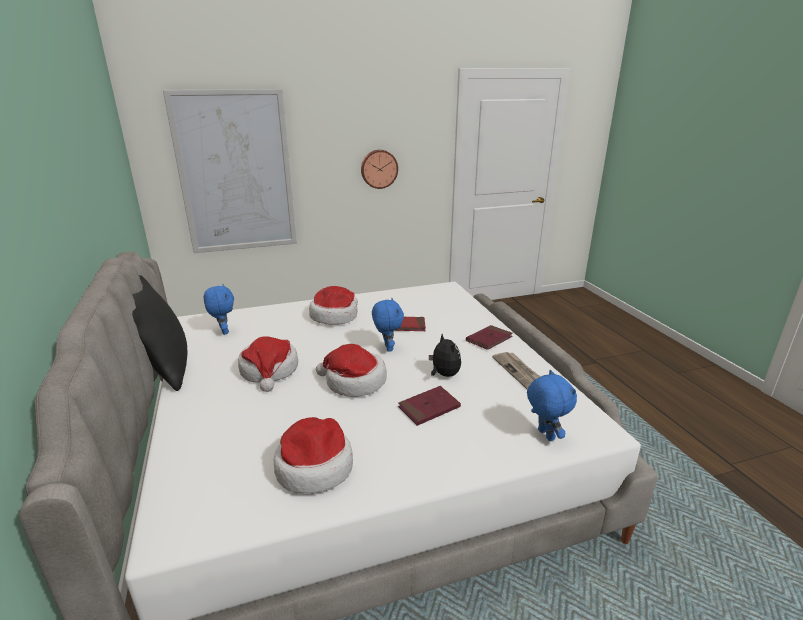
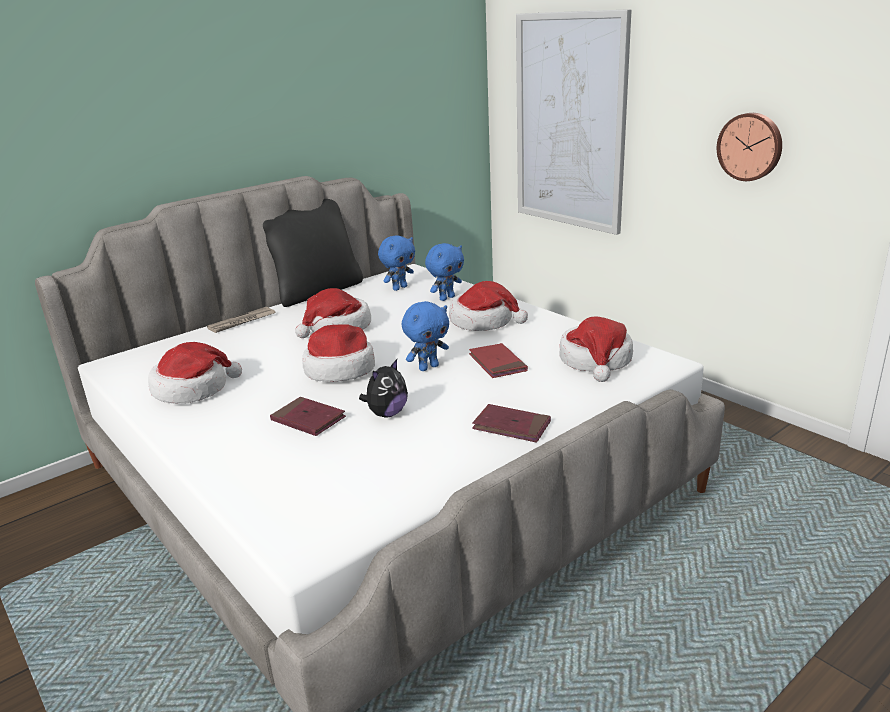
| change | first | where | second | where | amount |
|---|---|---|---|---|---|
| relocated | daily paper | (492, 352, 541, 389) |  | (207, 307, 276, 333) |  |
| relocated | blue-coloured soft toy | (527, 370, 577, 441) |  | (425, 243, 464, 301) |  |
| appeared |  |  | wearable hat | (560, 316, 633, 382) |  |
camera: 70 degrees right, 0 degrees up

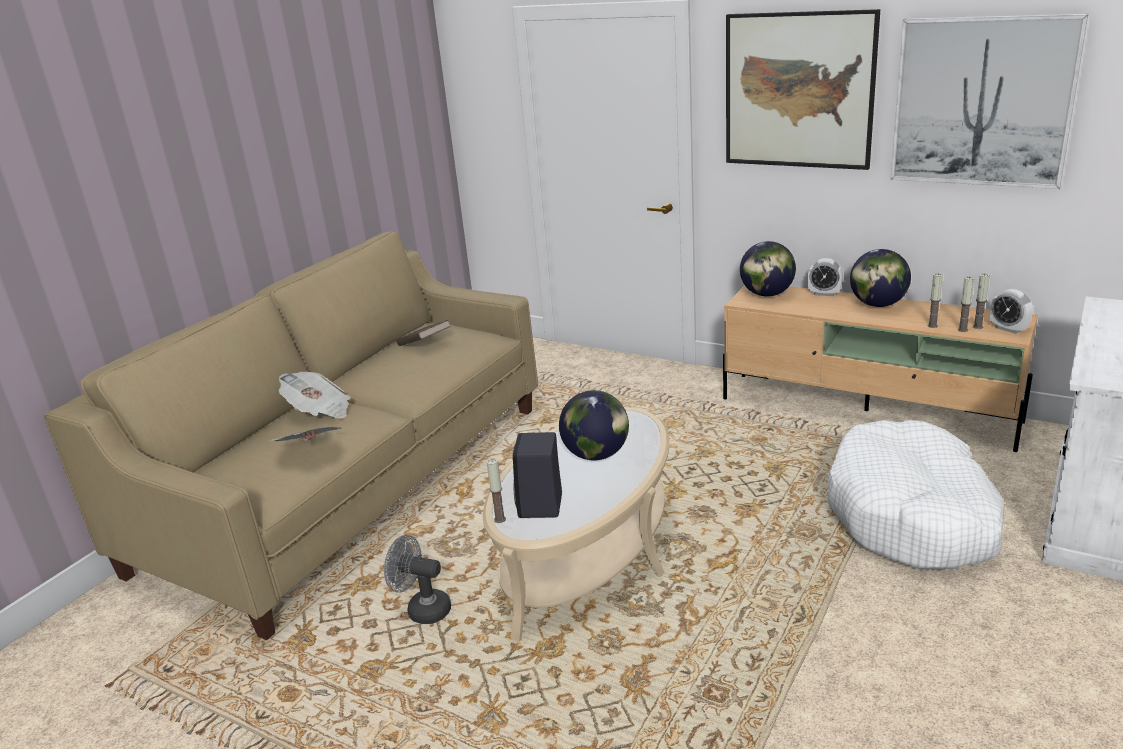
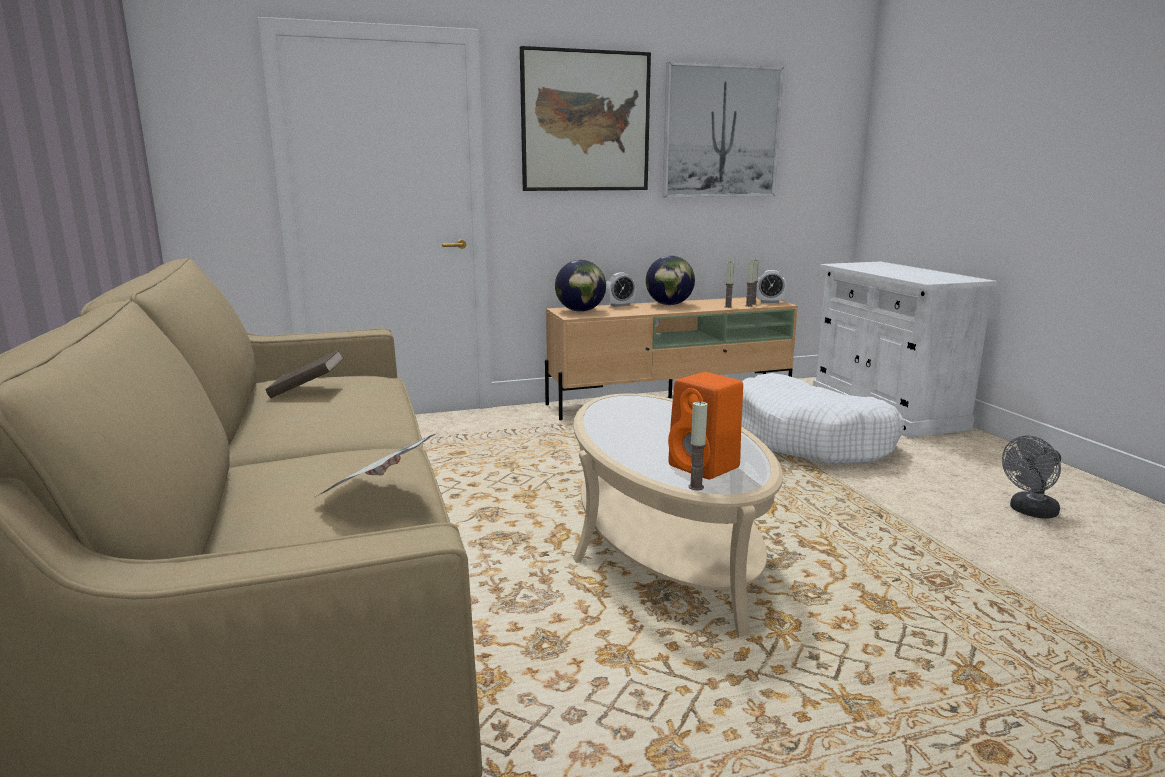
| change | first | where | second | where | amount |
|---|---|---|---|---|---|
| missing | daily paper | (279, 372, 350, 419) |  |  |  |
| missing | world globe | (559, 390, 629, 460) |  |  |  |
| colour | blackish speaker | (513, 432, 562, 518) | orange-coloured speaker | (668, 372, 743, 479) |  |
| relocated | grey cooling fan | (384, 535, 451, 624) |  | (1002, 436, 1061, 519) |  |
camera: 50 degrees left, 10 degrees down

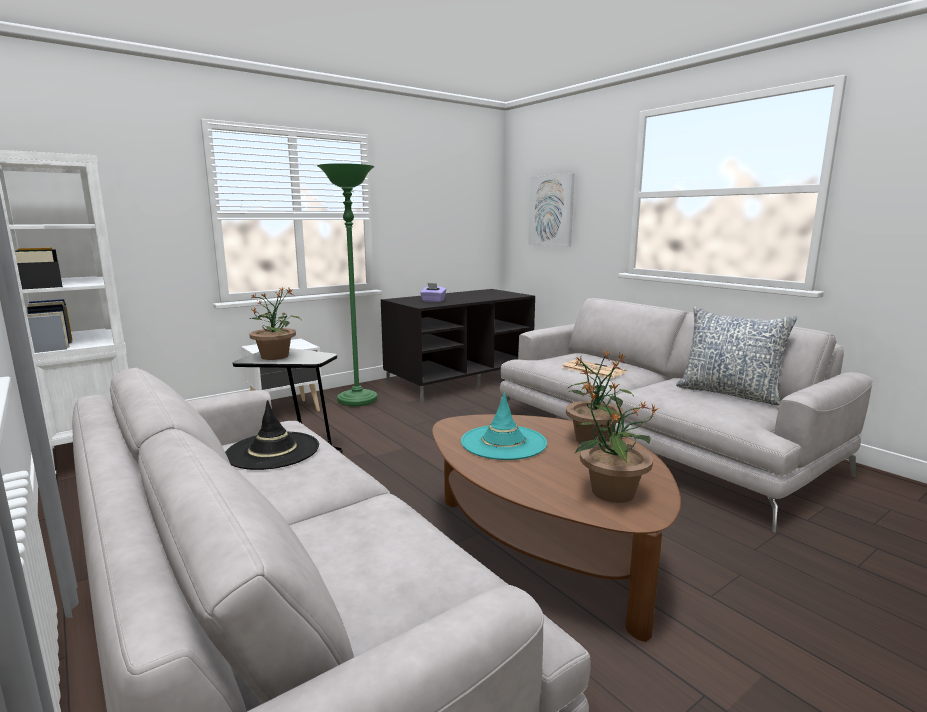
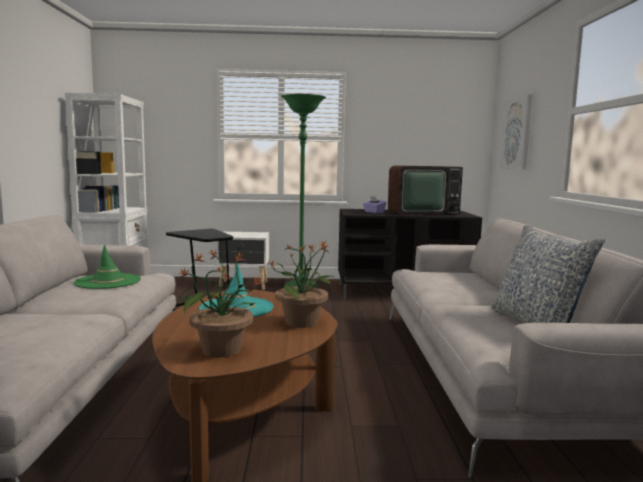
| change | first | where | second | where | amount |
|---|---|---|---|---|---|
| missing | potted plant | (250, 287, 301, 360) |  |  |  |
| missing | daily paper | (561, 360, 627, 379) |  |  |  |
| colour | blackish wearable hat | (225, 400, 319, 470) | green wearable hat | (73, 245, 141, 289) |  |
| appeared |  |  | television | (388, 165, 463, 215) |  |
camera: 35 degrees right, 5 degrees down

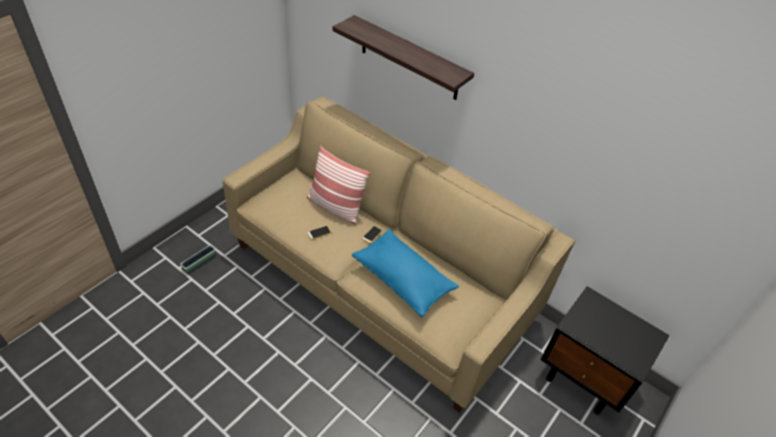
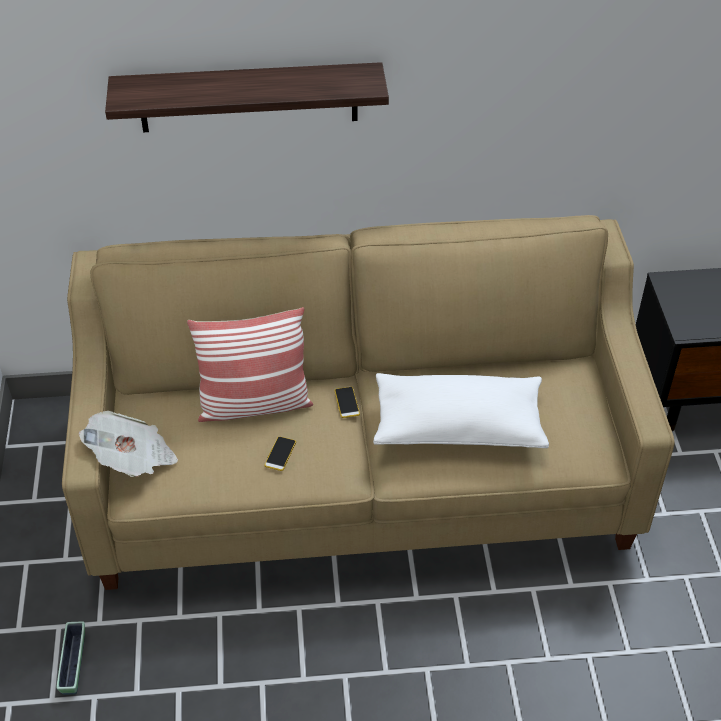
| change | first | where | second | where | amount |
|---|---|---|---|---|---|
| colour | blue-coloured cushion | (352, 229, 459, 317) | whitish cushion | (373, 373, 549, 448) |  |
| appeared |  |  | daily paper | (79, 411, 178, 477) |  |
camera: 40 degrees left, 0 degrees up

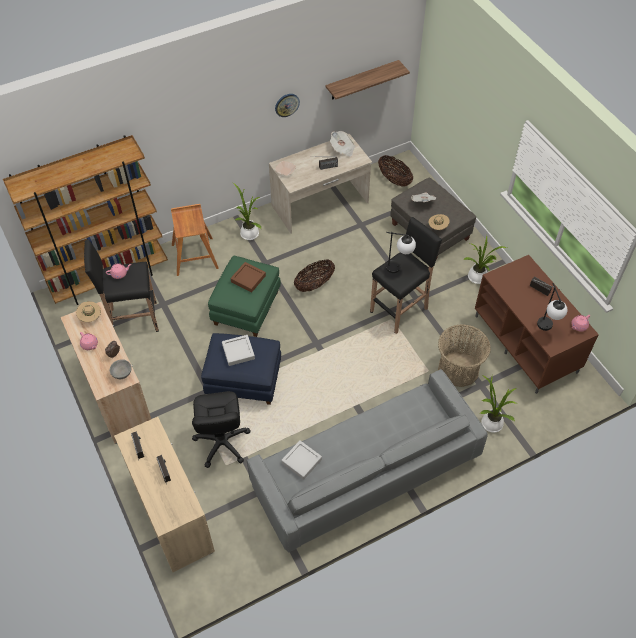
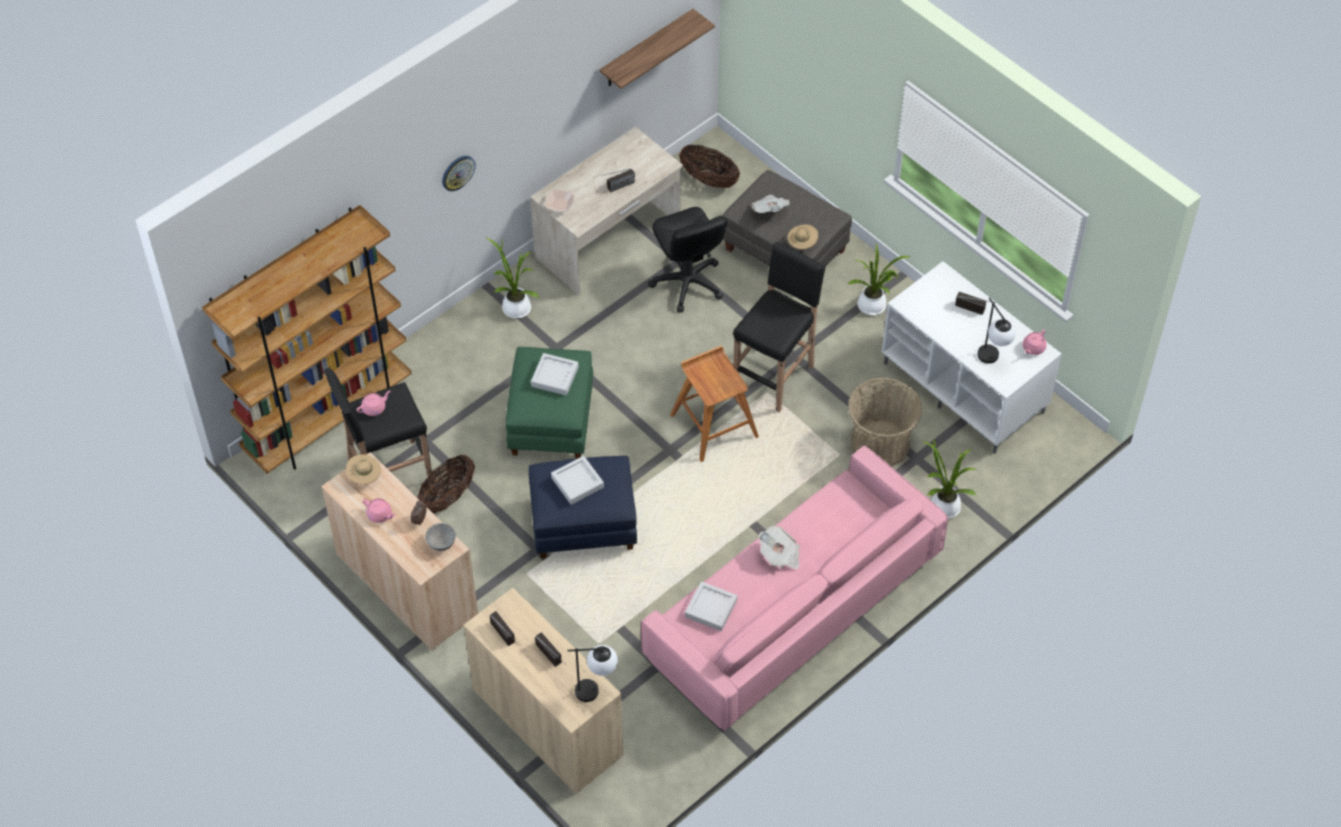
| change | first | where | second | where | amount |
|---|---|---|---|---|---|
| relocated | hanging clock | (275, 94, 300, 117) |  | (442, 156, 476, 191) |  |
| relocated | daily paper | (330, 131, 355, 157) |  | (759, 526, 800, 569) |  |
| relocated | brownish stool | (171, 204, 219, 276) |  | (670, 346, 759, 462) |  |
| relocated | table lamp | (386, 232, 416, 273) |  | (567, 645, 618, 702) |  |
| colour | brownish tv unit | (475, 255, 599, 394) | whitish tv unit | (882, 261, 1062, 454) |  |
| relocated | basket | (294, 259, 335, 292) |  | (417, 455, 475, 514) |  |
| colour | brownish serving tray | (231, 262, 266, 293) | grey serving tray | (531, 353, 579, 395) |  |
| colour | grey sofa | (247, 369, 488, 553) | pink-coloured sofa | (641, 446, 948, 731) |  |
| relocated | blackish computer chair | (192, 391, 251, 468) |  | (648, 207, 727, 313) |  |
camera: 15 degrees left, 0 degrees up

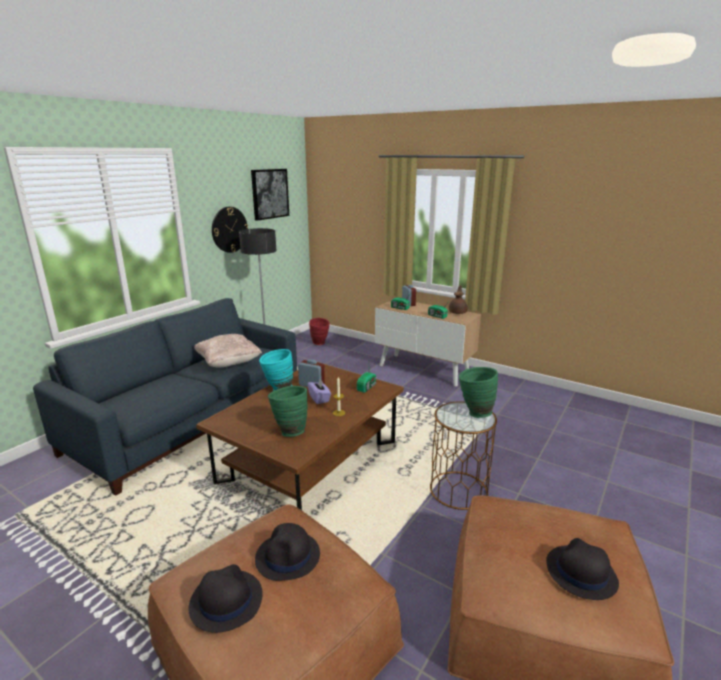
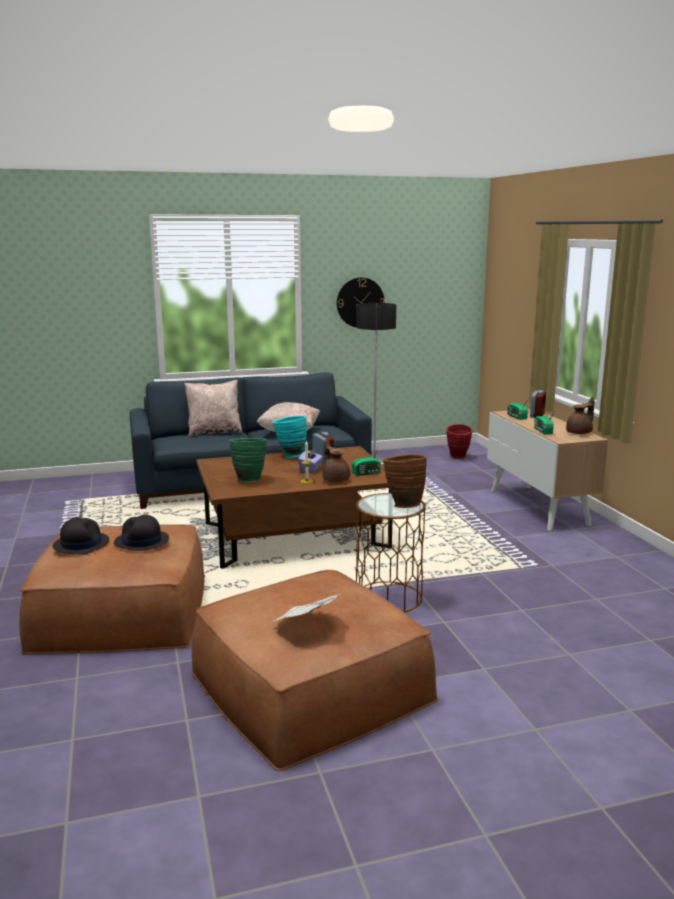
| change | first | where | second | where | amount |
|---|---|---|---|---|---|
| missing | picture | (251, 169, 289, 221) |  |  |  |
| colour | green vase | (459, 367, 498, 418) | brownish vase | (383, 454, 427, 508) |  |
| exchanged | blackish wearable hat | (546, 538, 619, 600) | daily paper | (271, 594, 339, 622) |  |
| appeared |  |  | beige cushion | (184, 380, 243, 437) |  |
| appeared |  |  | brownish teapot | (322, 439, 350, 482) |  |
camera: 40 degrees right, 5 degrees down

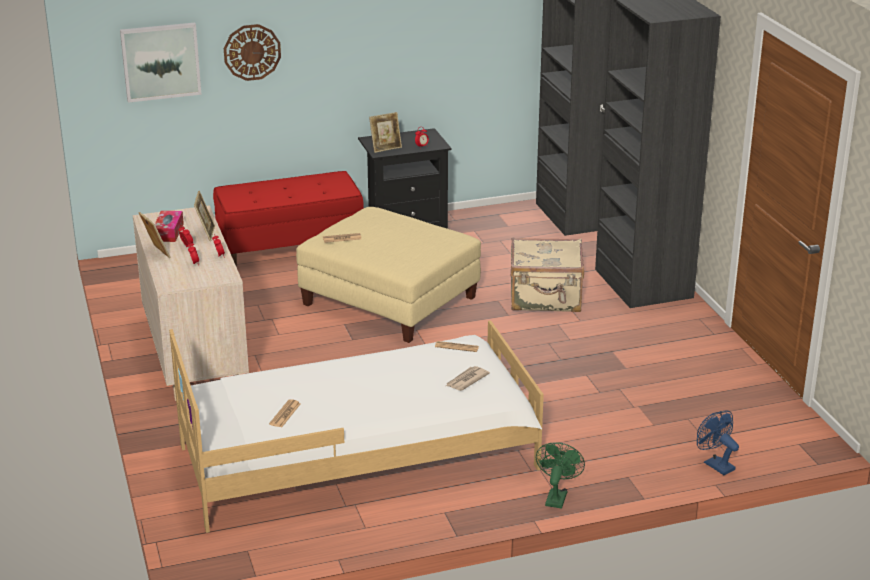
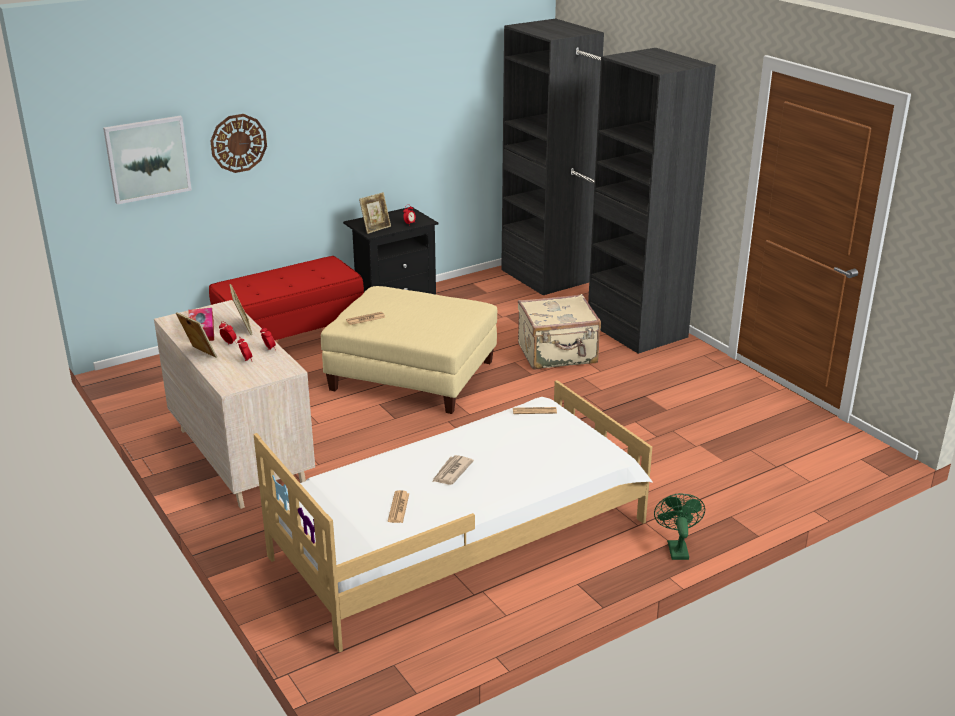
| change | first | where | second | where | amount |
|---|---|---|---|---|---|
| relocated | daily paper | (446, 366, 490, 391) |  | (432, 455, 474, 485) |  |
| missing | blue-coloured cooling fan | (697, 410, 739, 475) |  |  |  |
camera: 15 degrees left, 0 degrees up

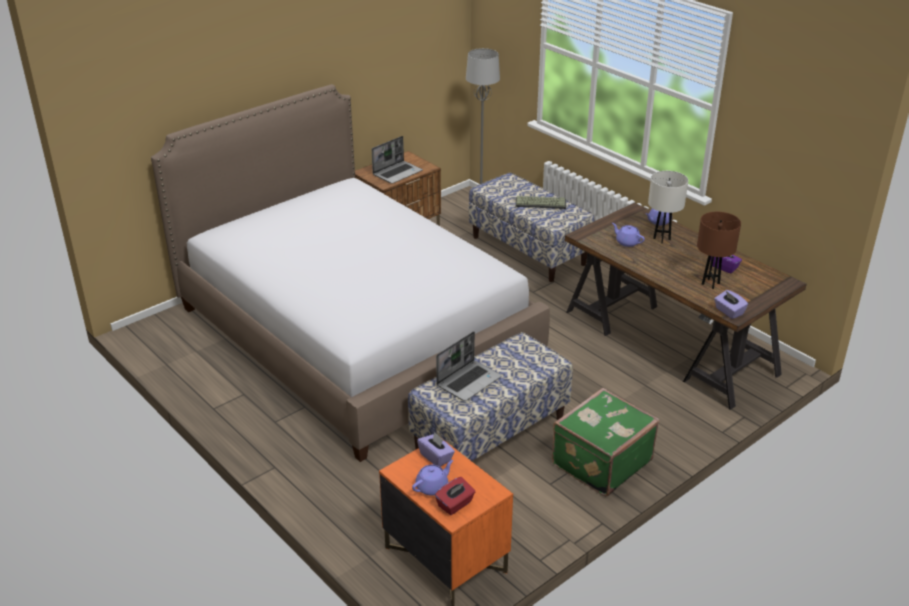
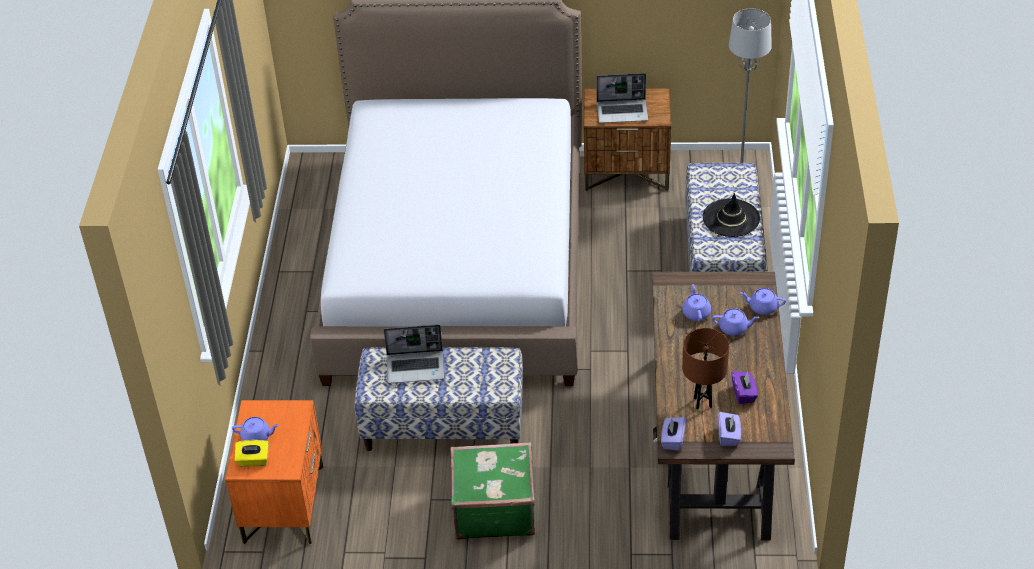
| change | first | where | second | where | amount |
|---|---|---|---|---|---|
| exchanged | whitish table lamp | (648, 171, 688, 244) | purple-coloured teapot | (712, 308, 759, 336) |  |
| exchanged | keyboard | (515, 196, 566, 209) | blackish wearable hat | (703, 193, 760, 237) |  |
| relocated | purple-coloured tissue box | (417, 432, 455, 467) |  | (718, 412, 741, 446) |  |
| colour | red tissue box | (435, 477, 475, 515) | yellowish tissue box | (235, 440, 269, 467) |  |
camera: 45 degrees right, 10 degrees up

